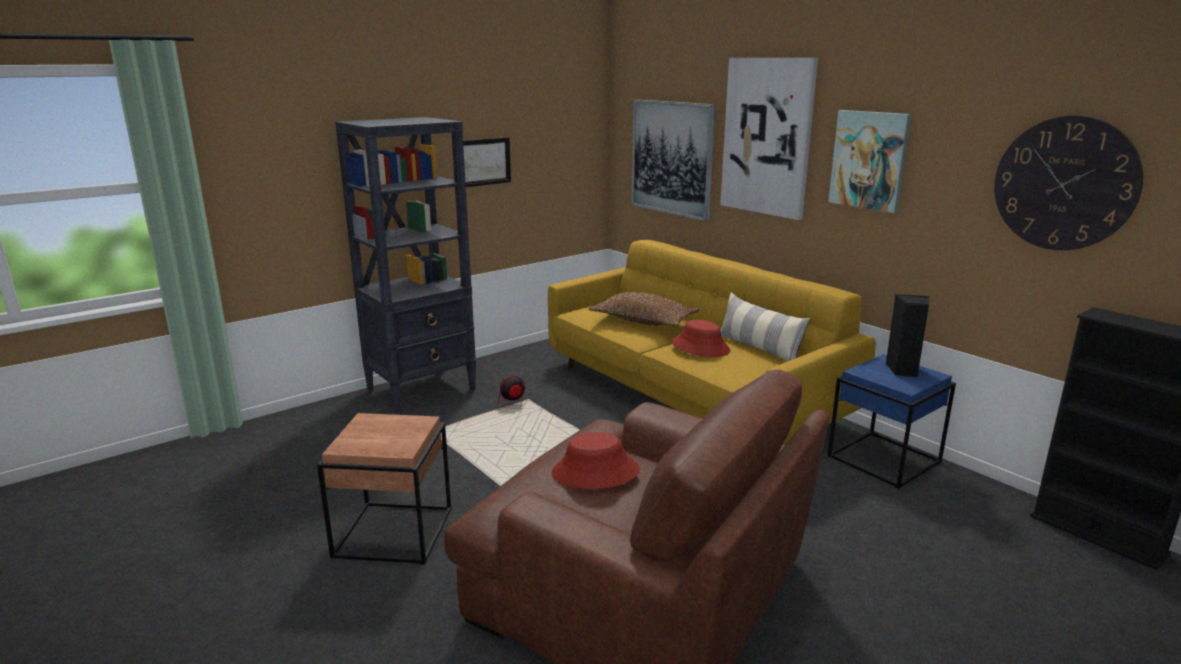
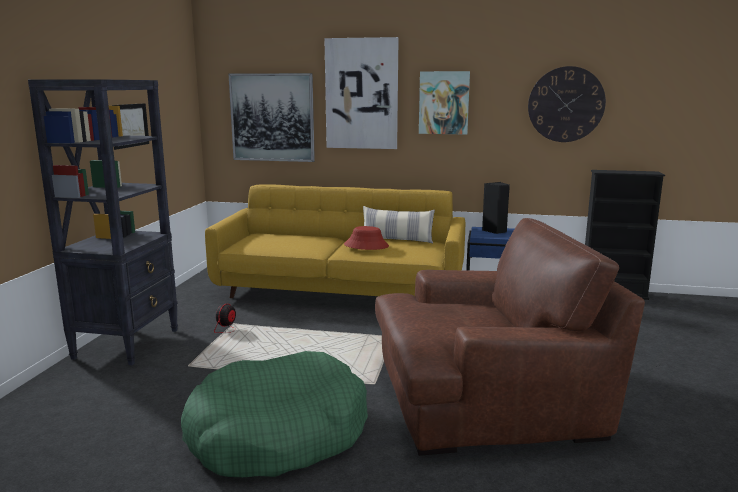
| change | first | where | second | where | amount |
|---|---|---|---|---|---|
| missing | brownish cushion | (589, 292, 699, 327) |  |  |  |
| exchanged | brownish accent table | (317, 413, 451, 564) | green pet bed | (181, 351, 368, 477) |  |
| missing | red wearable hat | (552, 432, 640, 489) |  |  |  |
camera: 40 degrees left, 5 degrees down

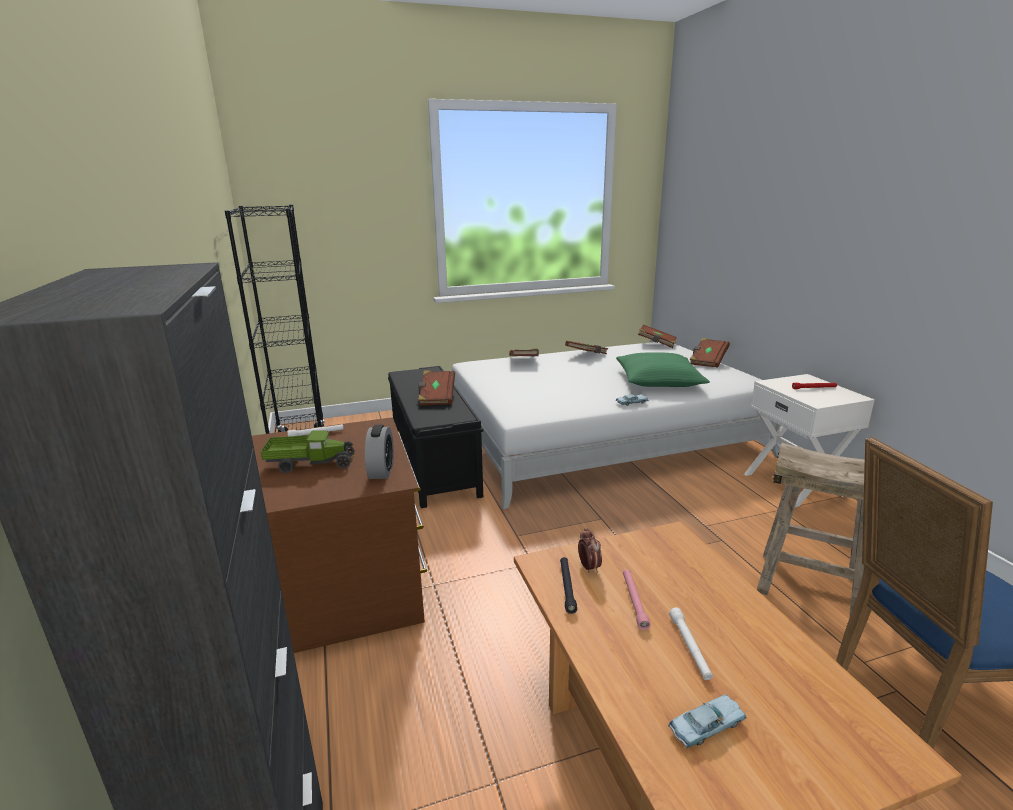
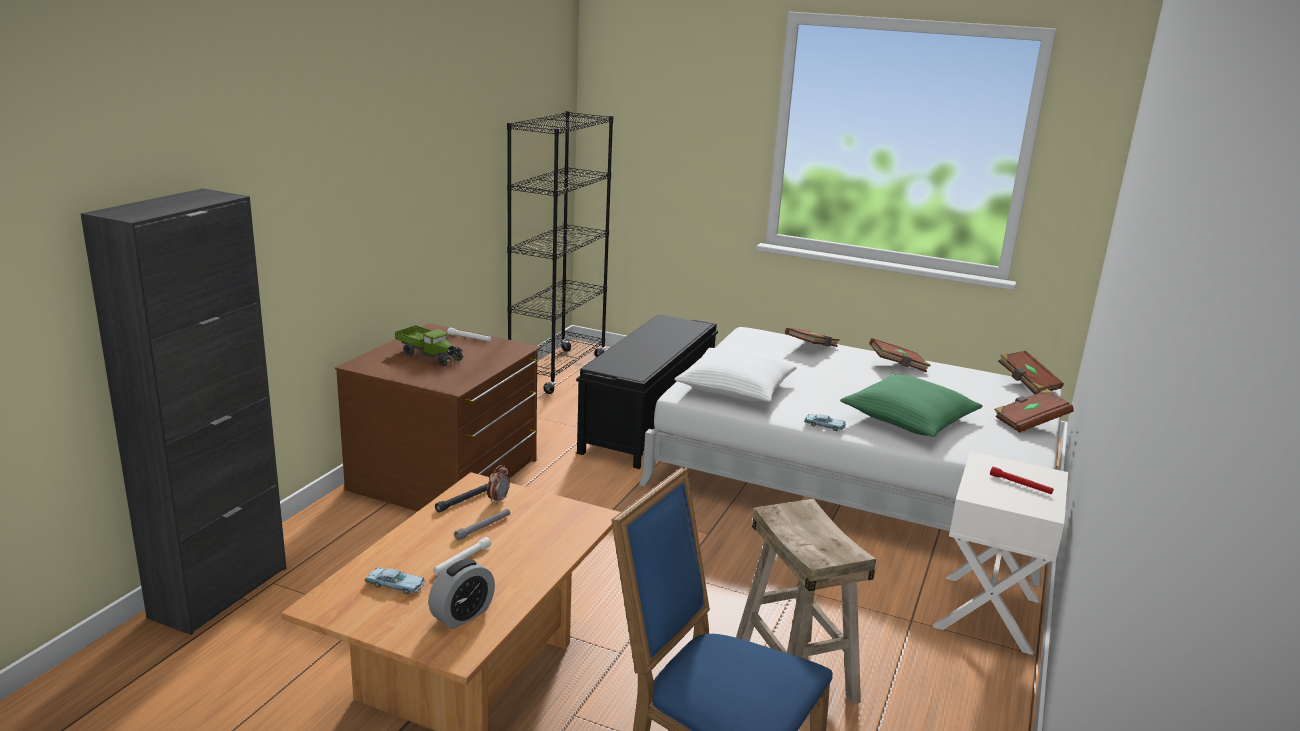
| change | first | where | second | where | amount |
|---|---|---|---|---|---|
| missing | brownish volume | (418, 370, 455, 406) |  |  |  |
| relocated | bedside clock | (365, 425, 394, 479) |  | (428, 558, 495, 629) |  |
| colour | pink-coloured torch | (623, 570, 651, 630) | grey torch | (454, 509, 510, 541) |  |
| appeared |  |  | whitish cushion | (675, 347, 797, 402) |  |
camera: 40 degrees right, 0 degrees up

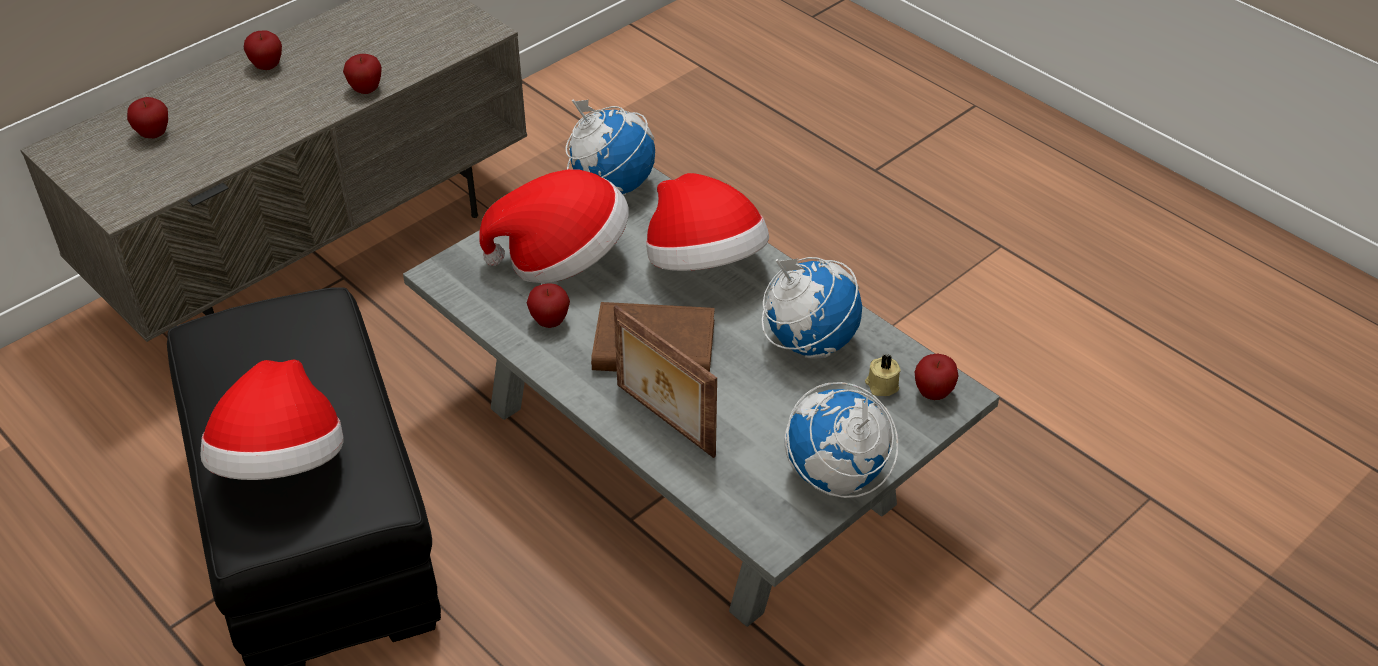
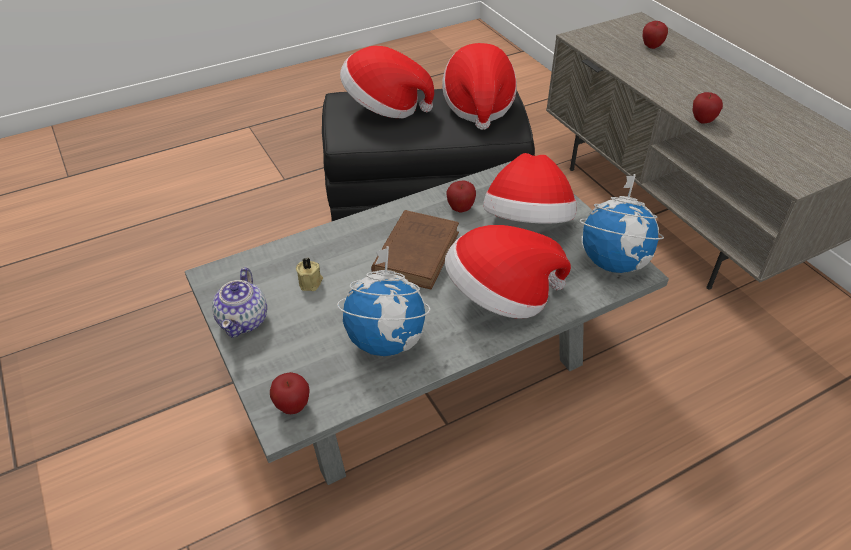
| change | first | where | second | where | amount |
|---|---|---|---|---|---|
| missing | apple fruit | (244, 30, 282, 70) |  |  |  |
| missing | picture frame | (614, 305, 717, 458) |  |  |  |
| relocated | beige candle | (865, 355, 901, 396) |  | (296, 258, 323, 291) |  |
| exchanged | world globe | (784, 382, 899, 498) | teapot | (212, 268, 267, 338) |  |
| appeared |  |  | wearable hat | (442, 43, 517, 130) |  |
camera: 105 degrees right, 0 degrees up

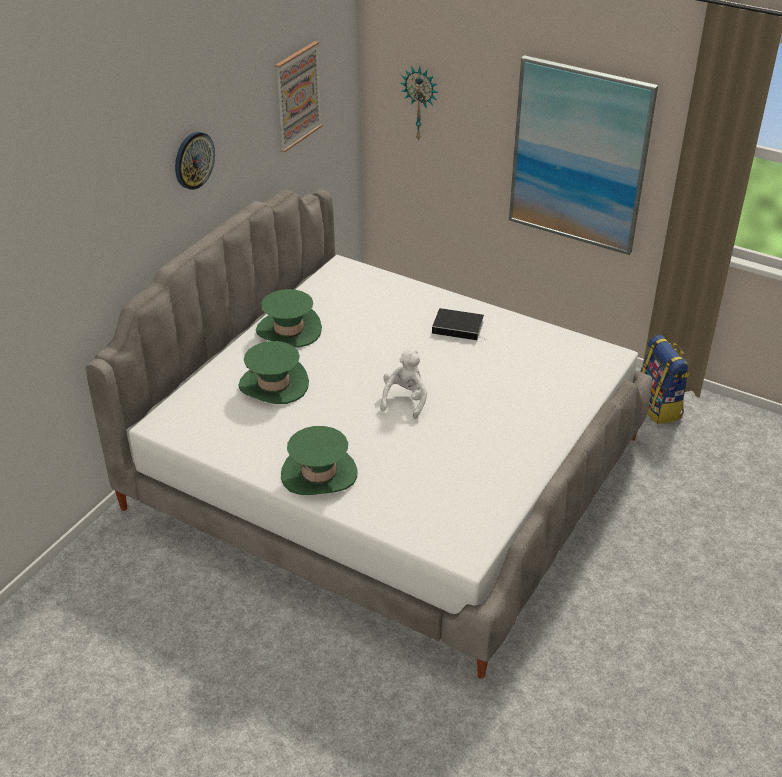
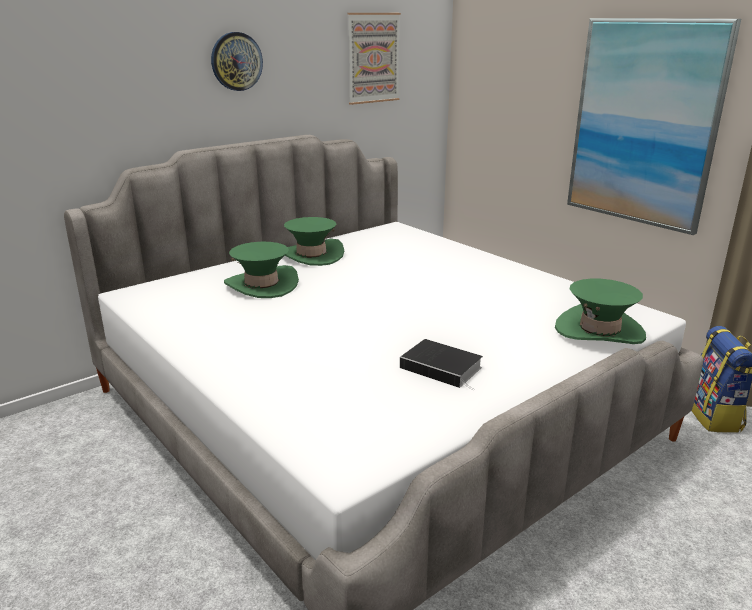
| change | first | where | second | where | amount |
|---|---|---|---|---|---|
| missing | hanging clock | (400, 66, 439, 142) |  |  |  |
| relocated | volume | (432, 308, 487, 340) |  | (400, 339, 483, 390) |  |
| missing | whitish soft toy | (380, 349, 427, 419) |  |  |  |
| relocated | green wearable hat | (281, 426, 357, 495) |  | (555, 279, 646, 344) |  |
camera: 20 degrees right, 15 degrees down

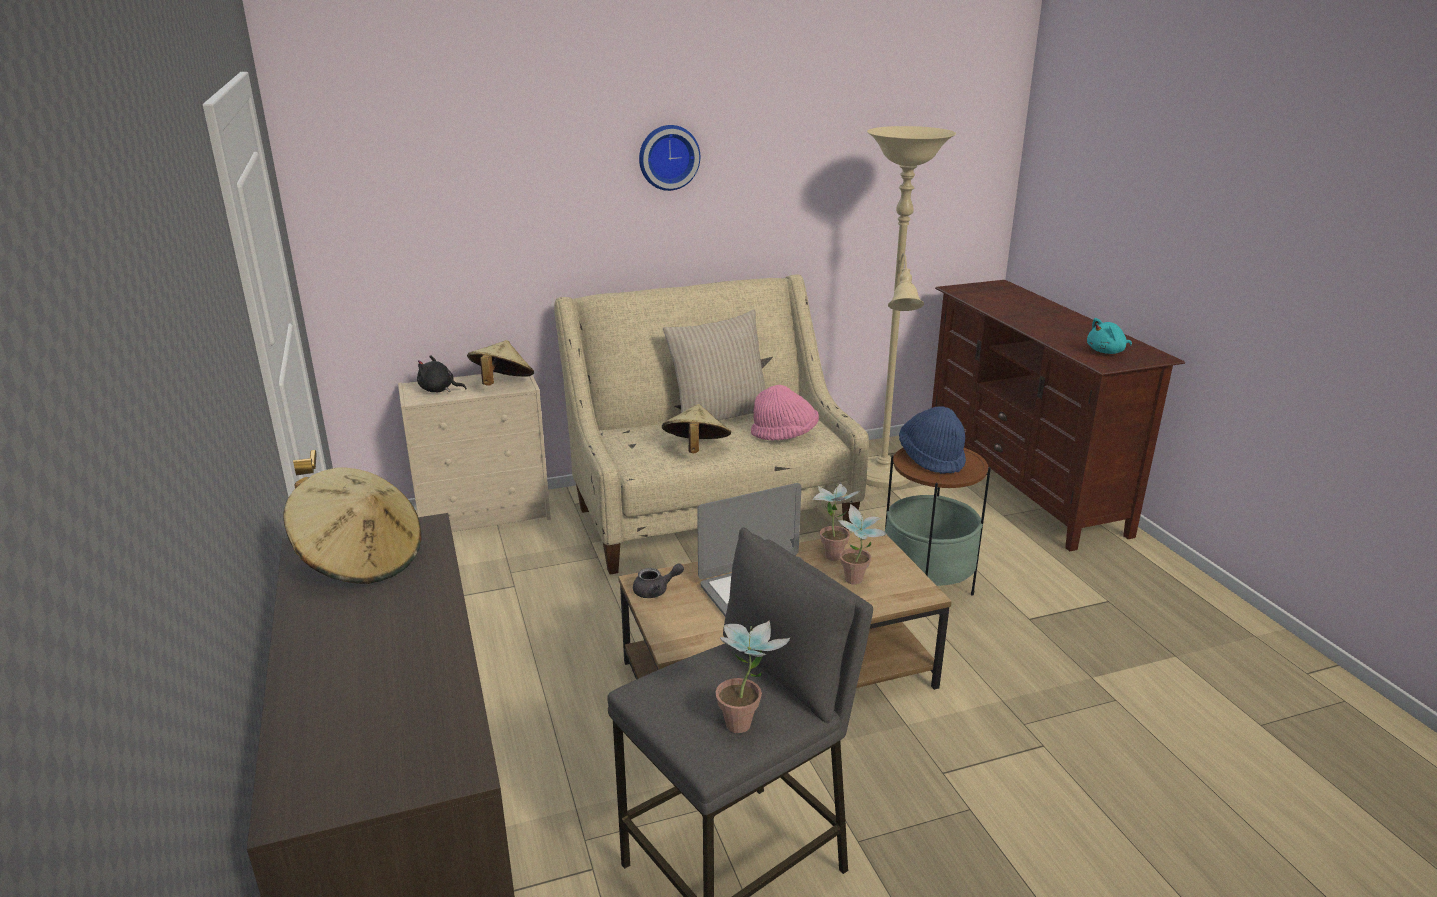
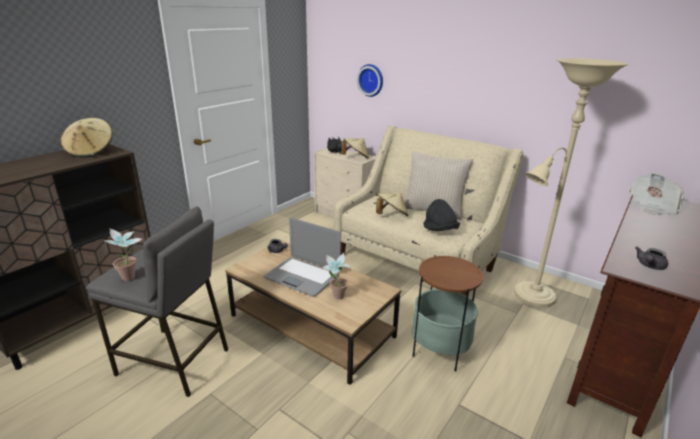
| change | first | where | second | where | amount |
|---|---|---|---|---|---|
| relocated | hanging clock | (639, 125, 700, 191) |  | (357, 64, 383, 97) |  |
| exchanged | turquoise-coloured soft toy | (1087, 318, 1132, 354) | grey teapot | (635, 247, 668, 270) |  |
| colour | pink-coloured wearable hat | (751, 385, 819, 441) | blackish wearable hat | (424, 199, 460, 231) |  |
| missing | blue-coloured wearable hat | (899, 406, 966, 474) |  |  |  |
| missing | potted plant | (812, 483, 860, 561) |  |  |  |
| appeared |  |  | daily paper | (629, 173, 684, 215) |  |
camera: 55 degrees right, 0 degrees up

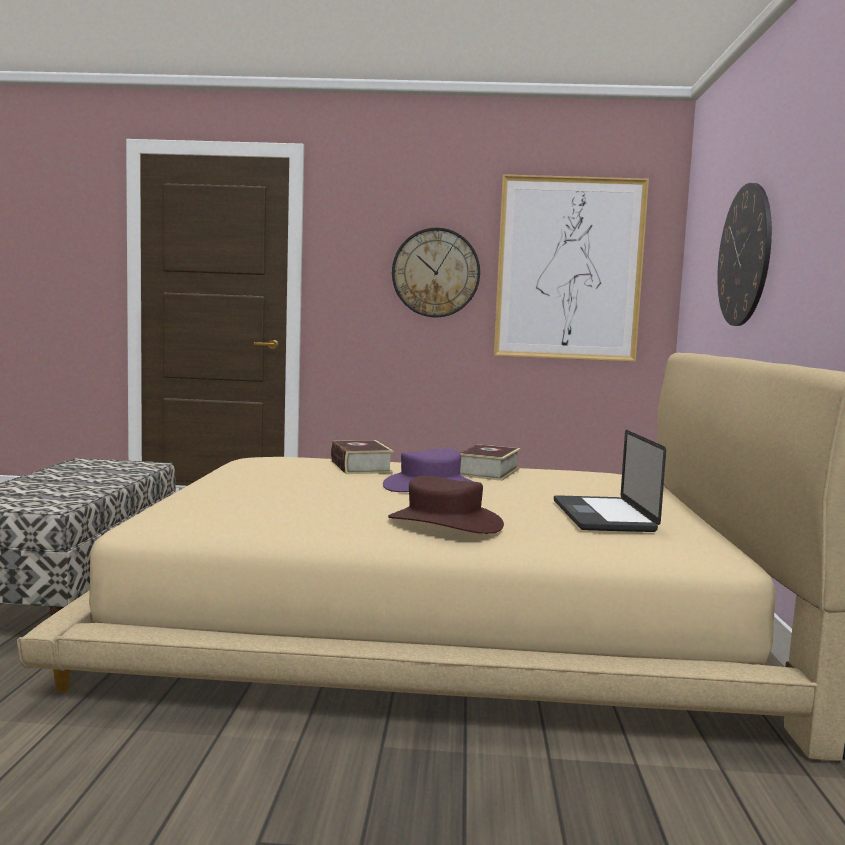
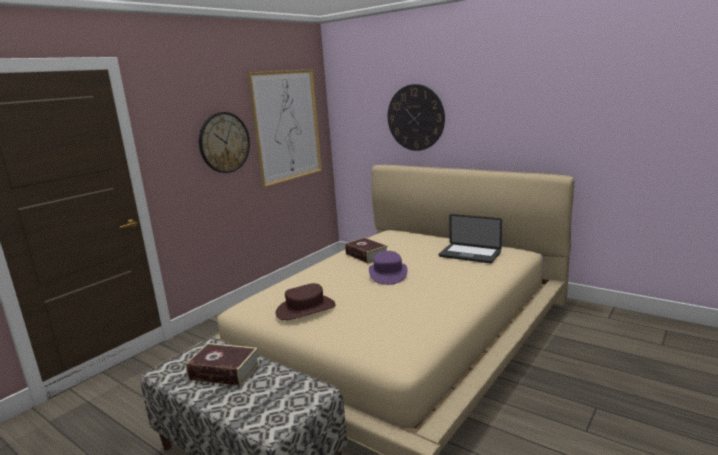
| change | first | where | second | where | amount |
|---|---|---|---|---|---|
| relocated | volume | (331, 440, 394, 474) |  | (186, 343, 260, 386) |  |
| relocated | brownish wearable hat | (388, 476, 504, 534) |  | (275, 283, 335, 320) |  |
camera: 55 degrees left, 10 degrees up

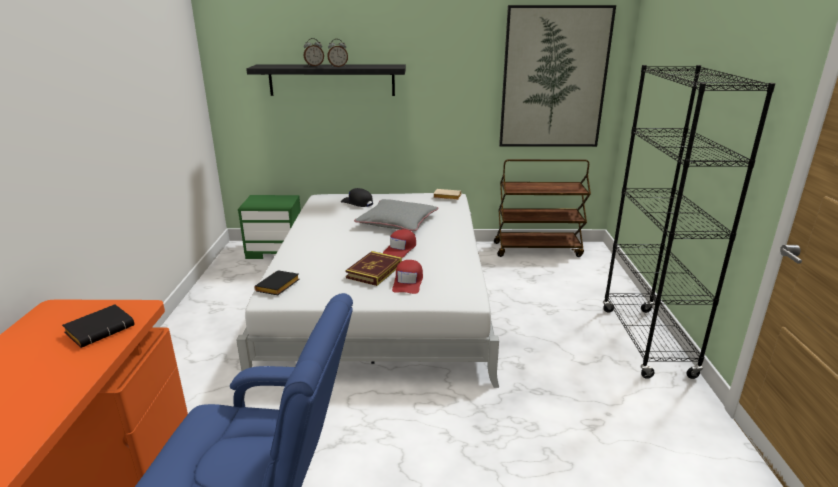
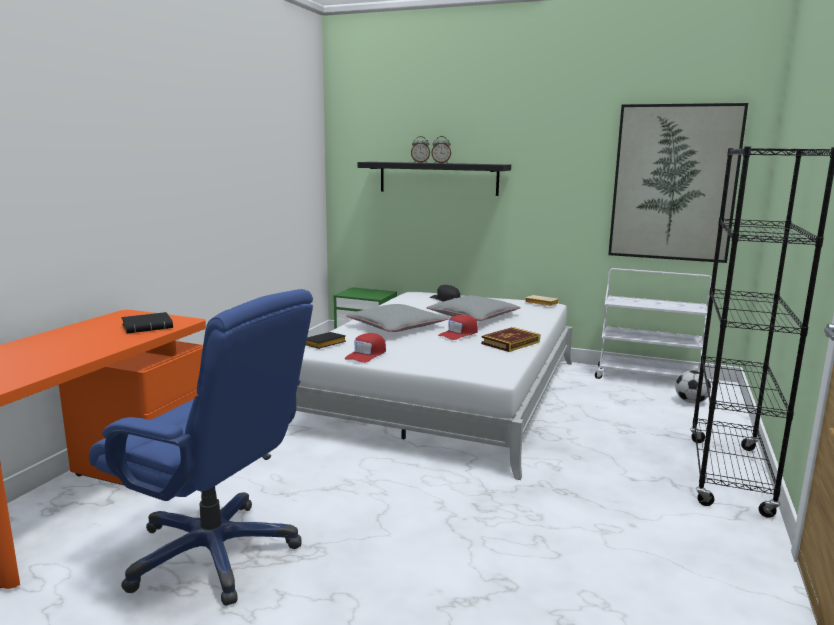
| change | first | where | second | where | amount |
|---|---|---|---|---|---|
| colour | brownish wheeled cart | (494, 159, 591, 257) | whitish wheeled cart | (595, 268, 712, 379) |  |
| relocated | volume | (345, 251, 402, 286) |  | (481, 327, 540, 352) |  |
| relocated | red peaked cap | (392, 260, 423, 294) |  | (345, 333, 386, 363) |  |
| appeared |  |  | grey cushion | (346, 304, 447, 332) |  |
| appeared |  |  | ball for football | (675, 370, 711, 403) |  |
camera: 20 degrees right, 10 degrees down

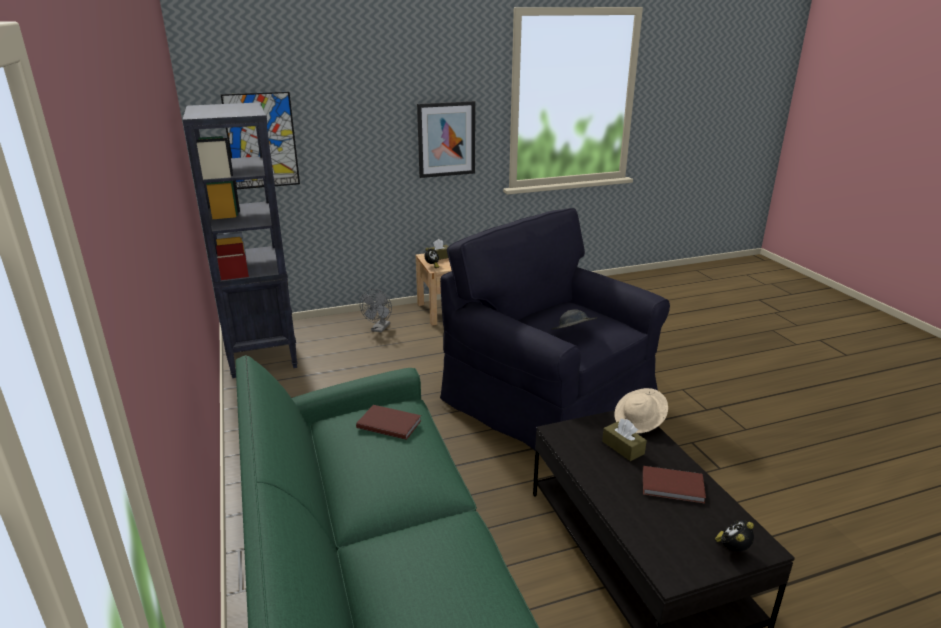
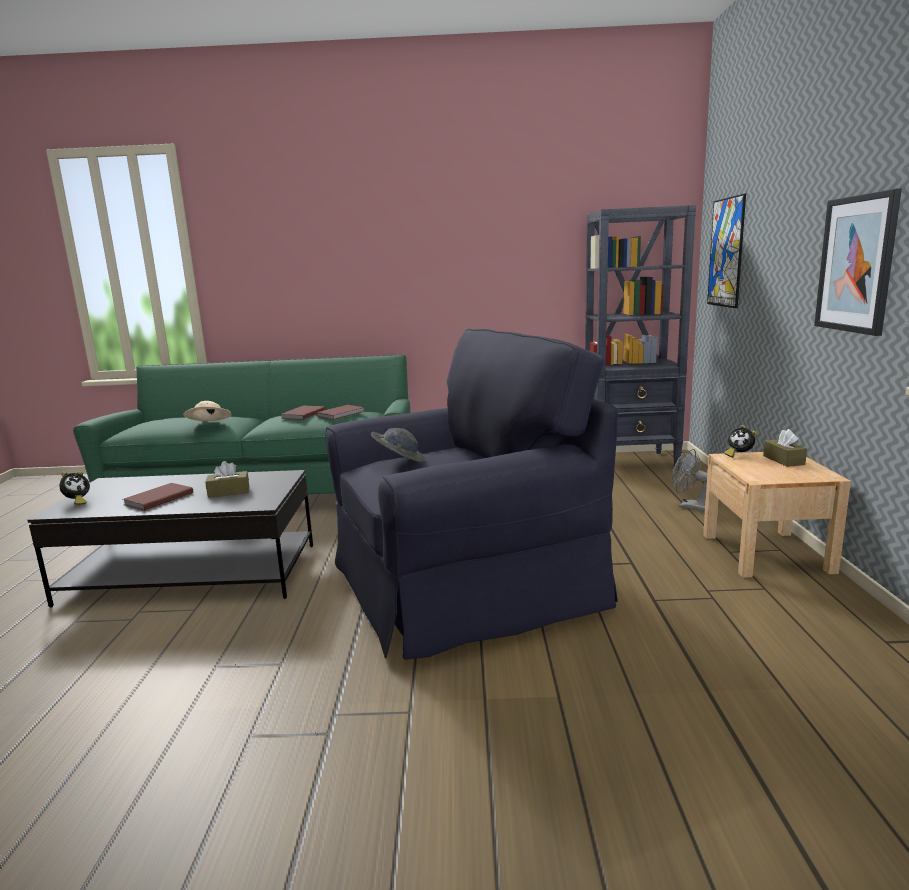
| change | first | where | second | where | amount |
|---|---|---|---|---|---|
| relocated | beige wearable hat | (614, 388, 668, 434) |  | (183, 401, 232, 421) |  |
| spun | bedside clock | (715, 520, 754, 552) |  | (60, 472, 90, 505) | 60 degrees clockwise |
| appeared |  |  | brownish volume | (281, 405, 325, 420) |  |
camera: 110 degrees right, 10 degrees down

